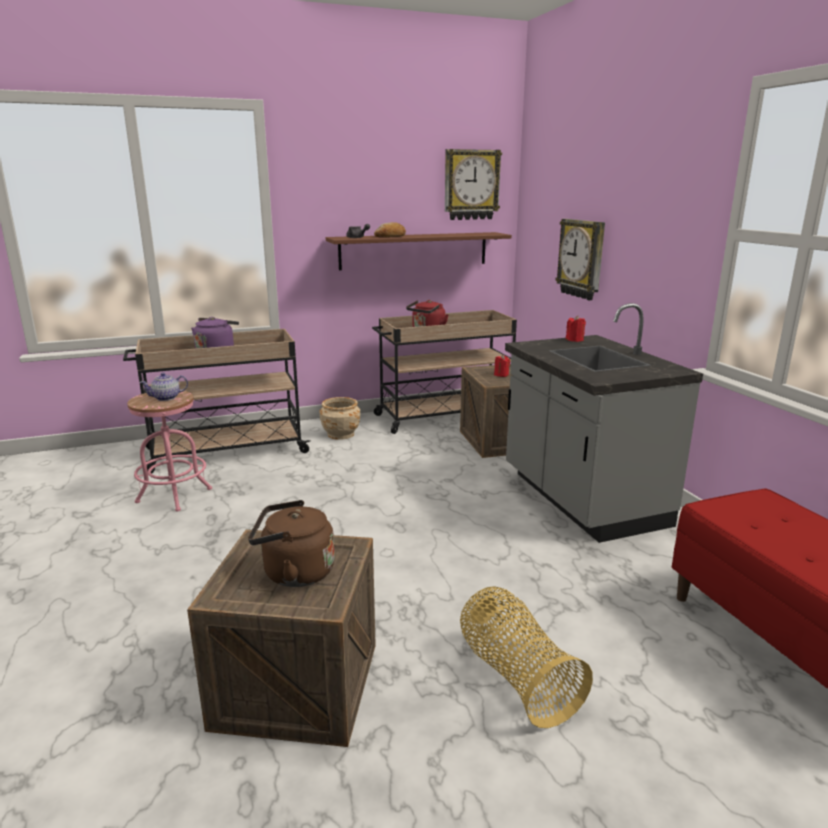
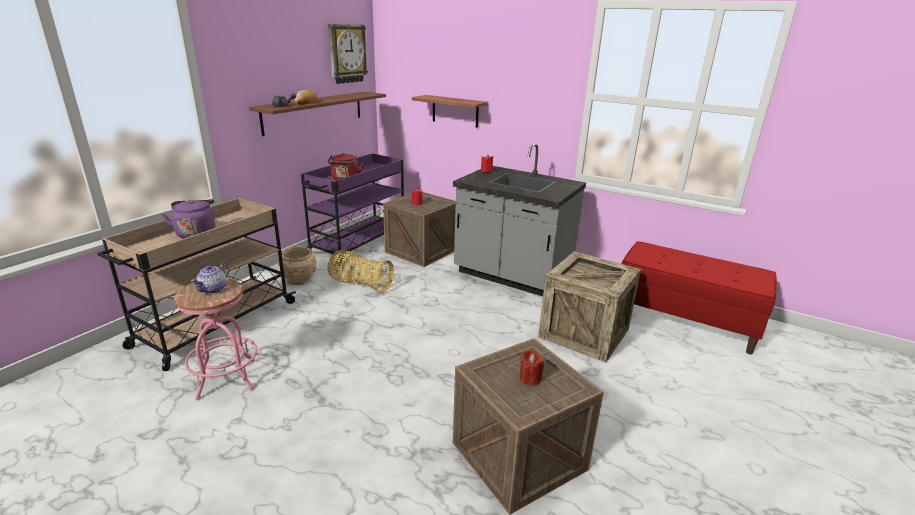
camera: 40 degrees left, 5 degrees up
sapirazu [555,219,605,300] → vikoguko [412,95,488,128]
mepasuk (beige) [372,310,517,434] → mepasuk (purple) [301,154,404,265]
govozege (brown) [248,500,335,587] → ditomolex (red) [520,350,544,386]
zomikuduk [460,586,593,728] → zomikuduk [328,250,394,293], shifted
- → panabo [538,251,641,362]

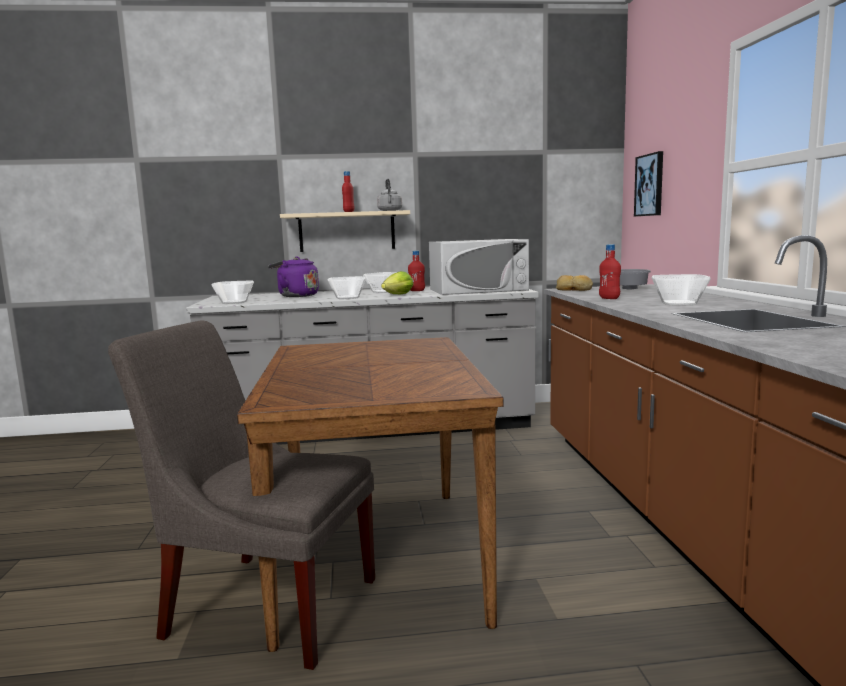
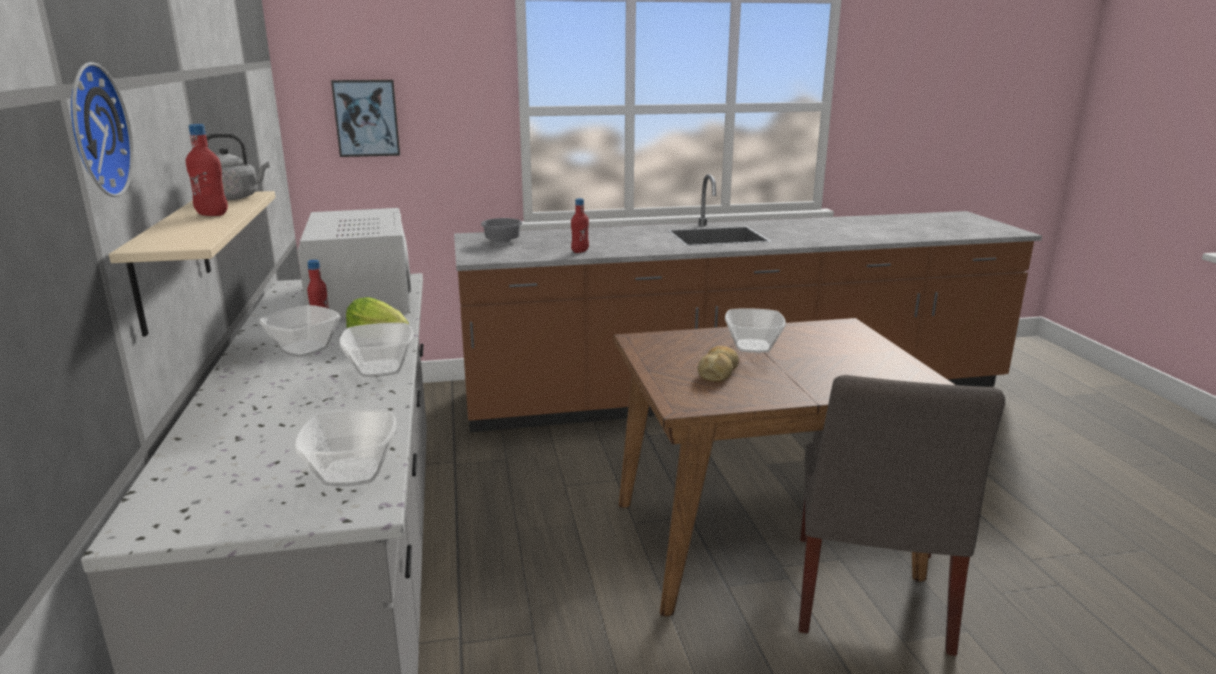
camera: 95 degrees left, 10 degrees up
govozege (purple) [268,257,319,297] → -
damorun [652,274,711,305] → damorun [725,308,786,353], shifted
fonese [556,275,593,291] → fonese [698,346,739,382], shifted
- → sapirazu [71,62,134,197]

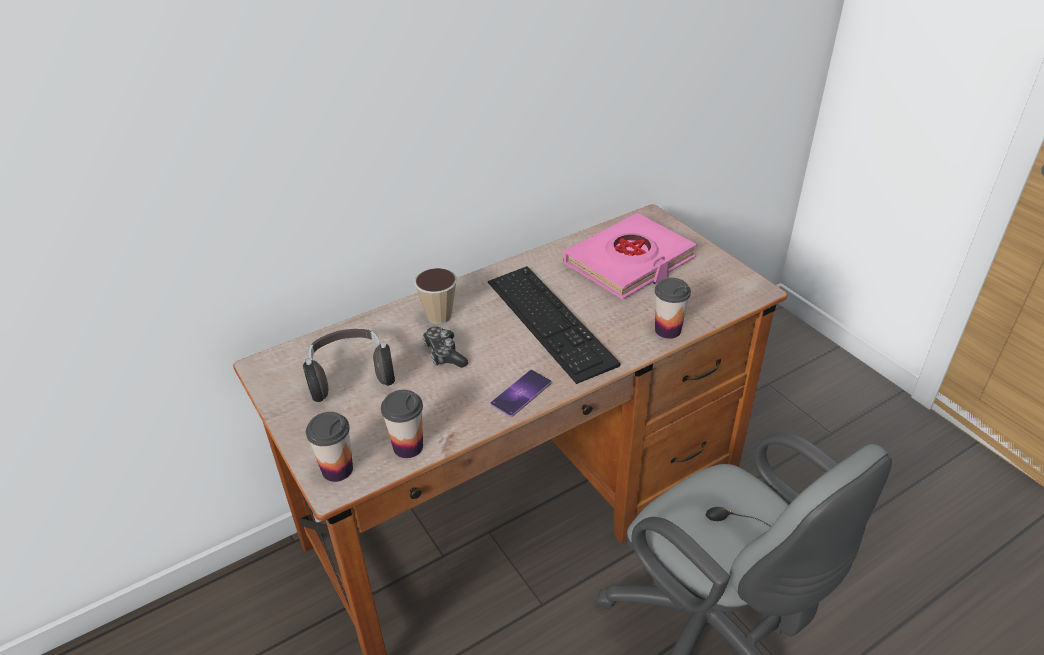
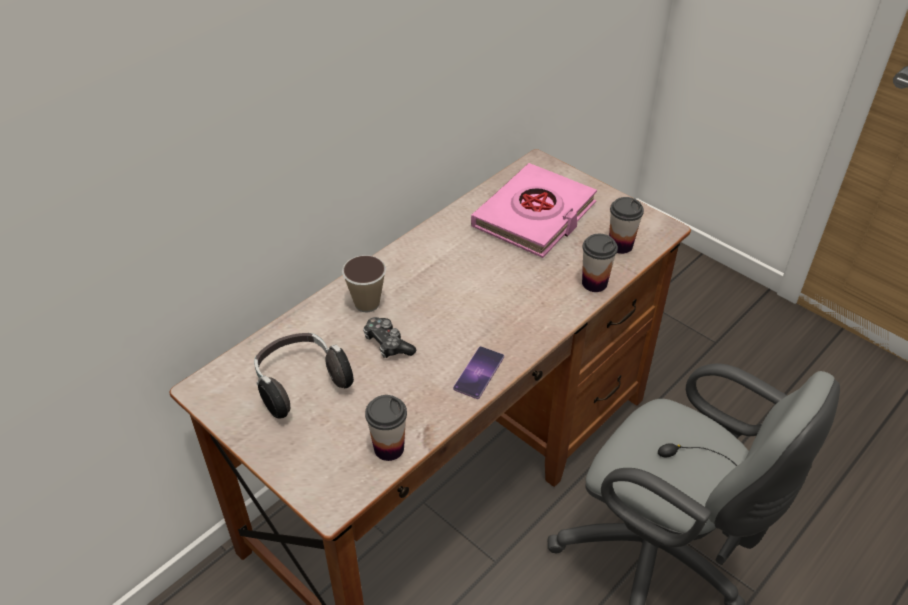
camera: 15 degrees left, 5 degrees up
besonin [488,266,620,384] → -
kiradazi [306,412,353,482] → kiradazi [609,197,644,254], shifted

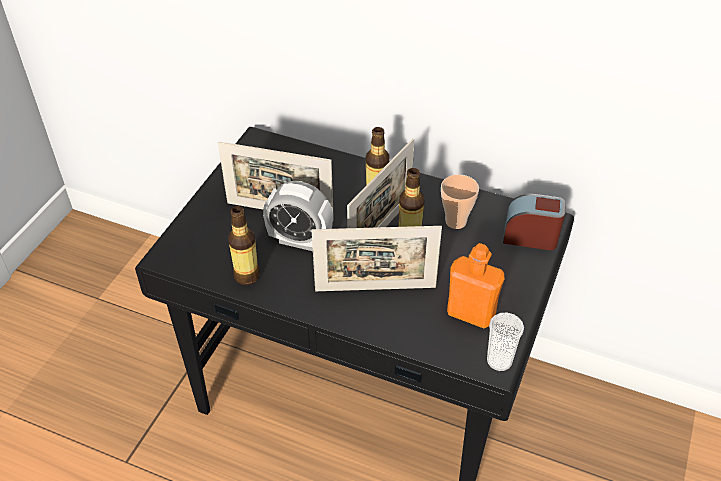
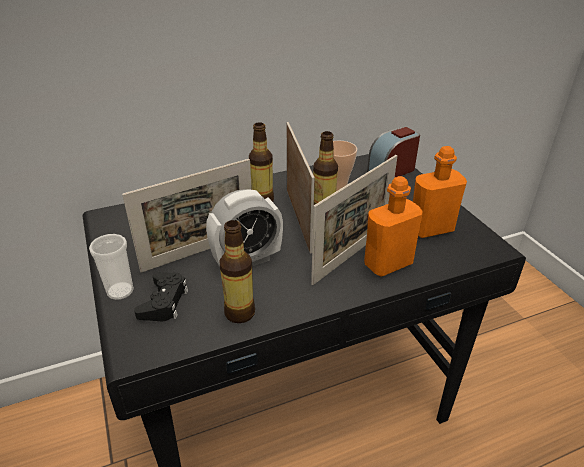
camera: 45 degrees left, 10 degrees down
kiradazi [487,312,524,371] → kiradazi [89,234,134,300], shifted
- → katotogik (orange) [364,176,423,276]
- → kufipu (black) [134,272,188,321]

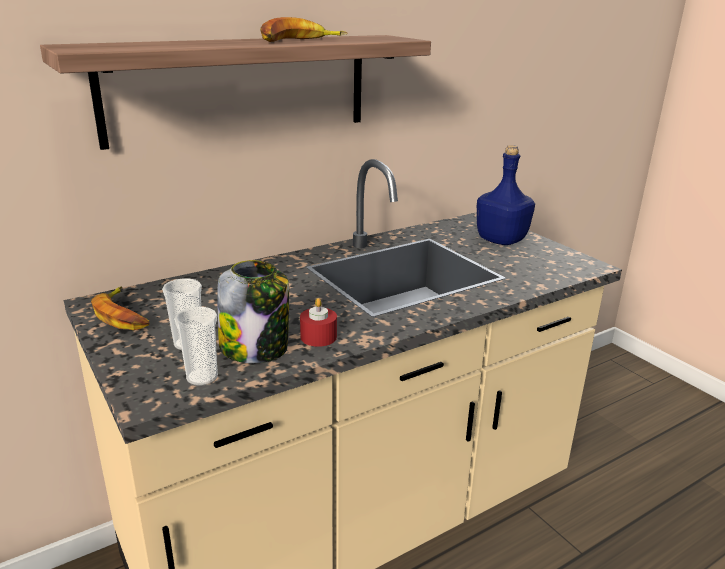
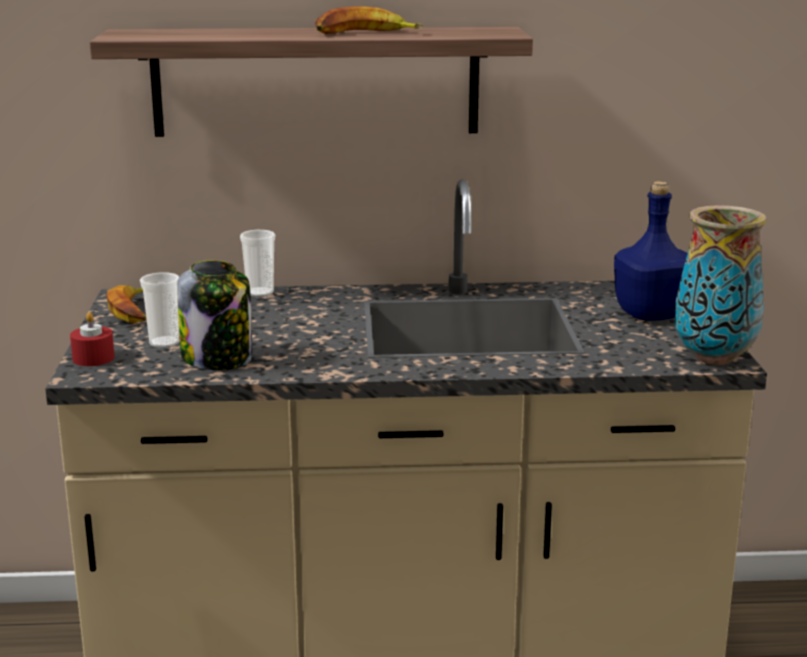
camera: 30 degrees right, 5 degrees down
ditomolex (red) [300,298,337,347] → ditomolex (red) [70,312,115,366], shifted
kiradazi [174,307,218,386] → kiradazi [240,230,275,297], shifted
- → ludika [674,205,767,365]

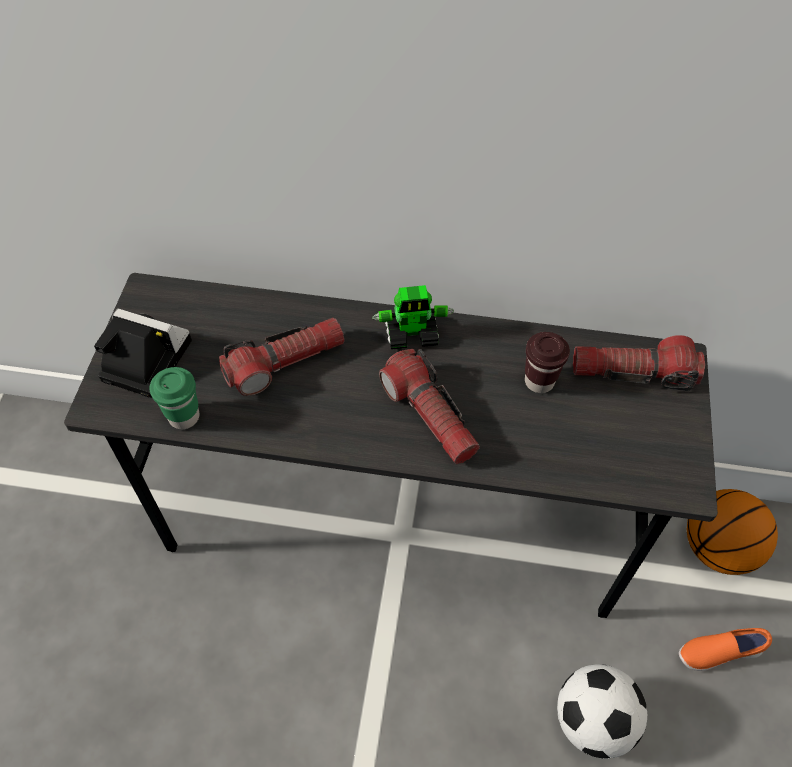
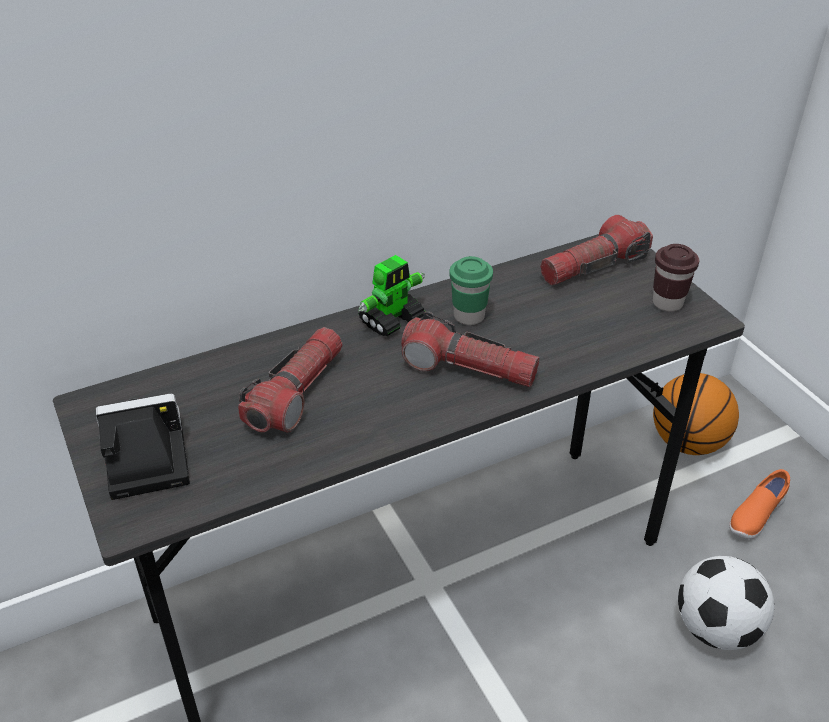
camera: 35 degrees left, 15 degrees down
kiradazi (brown) [525,332,570,393] → kiradazi (brown) [653,244,699,312], shifted
kiradazi (green) [150,367,199,429] → kiradazi (green) [449,256,493,325], shifted

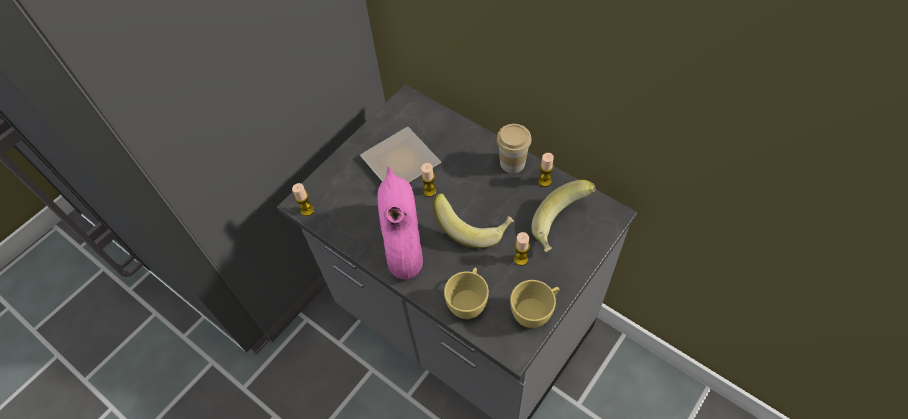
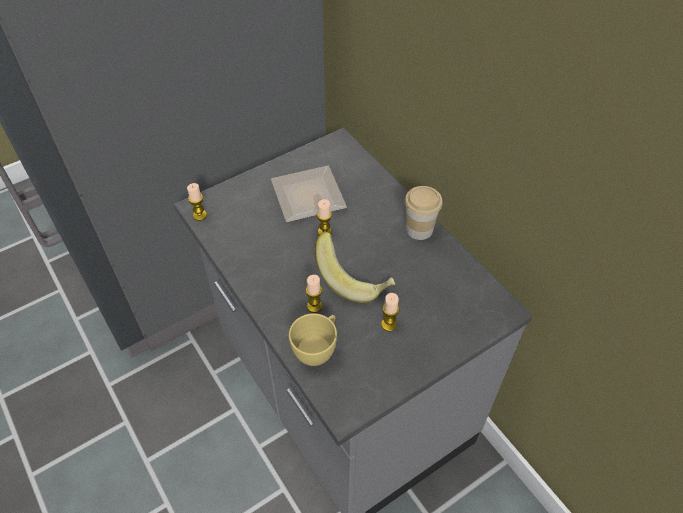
camera: 15 degrees right, 5 degrees down
ditomolex [538,153,554,187] → ditomolex [306,275,323,313], shifted
ludika (pink) [377,166,423,280] → -
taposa [531,180,596,253] → -
kiradazi (yellow) [510,280,560,328] → -

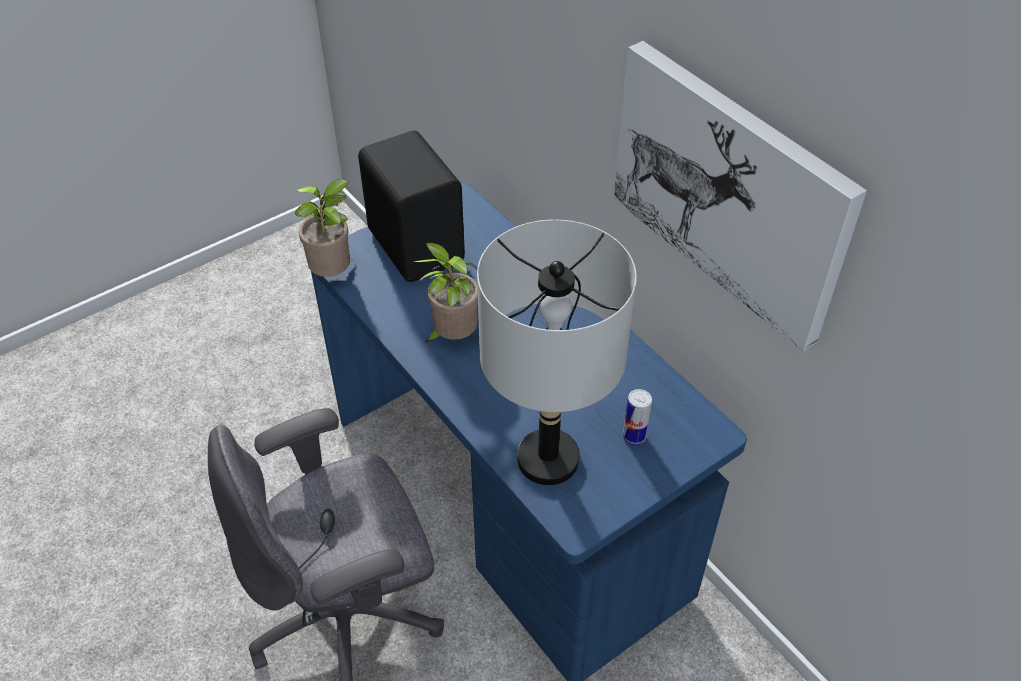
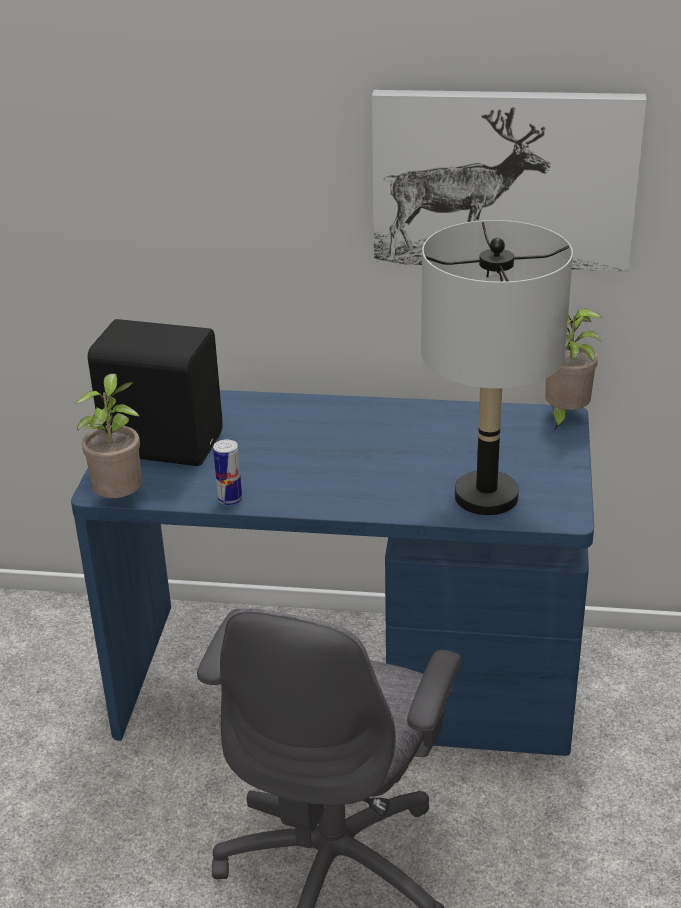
camera: 45 degrees left, 15 degrees down
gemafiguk [413,243,478,343] → gemafiguk [545,308,602,431], shifted
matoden [623,389,652,445] → matoden [213,440,242,505], shifted

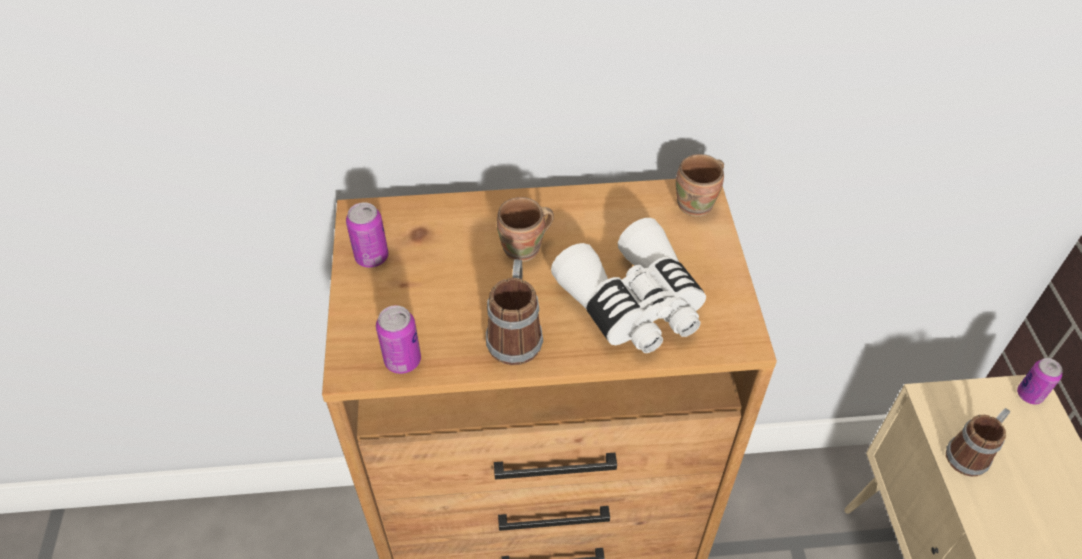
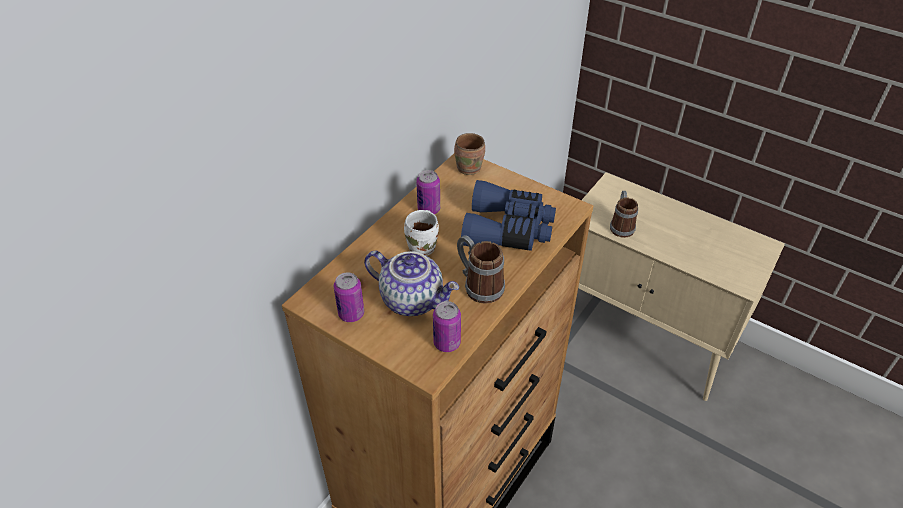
camera: 50 degrees left, 5 degrees down
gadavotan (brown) [497,197,554,262] → gadavotan (white) [404,210,439,256]
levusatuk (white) [551,218,706,353] → levusatuk (blue) [461,180,556,251]
matoden [1017,358,1063,405] → matoden [416,170,440,214], shifted
- → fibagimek [364,250,459,316]

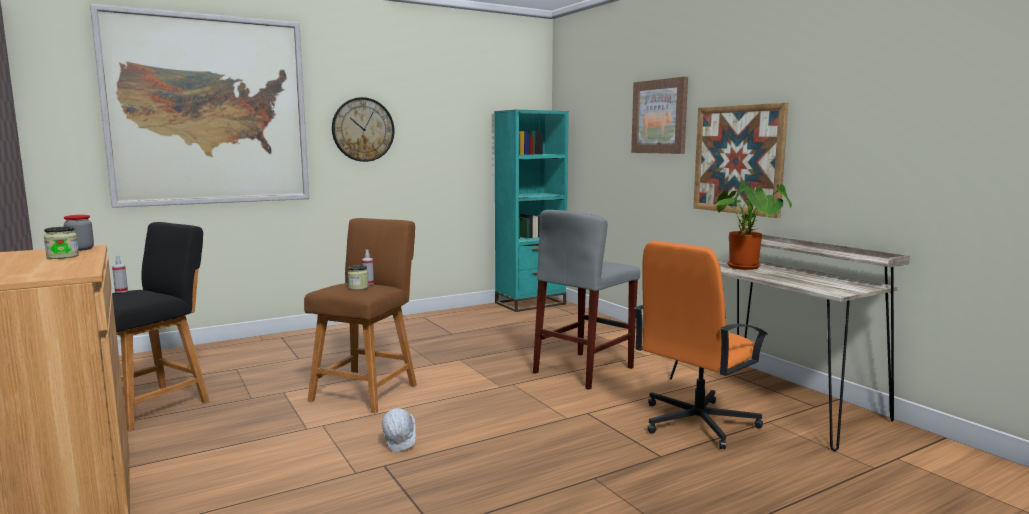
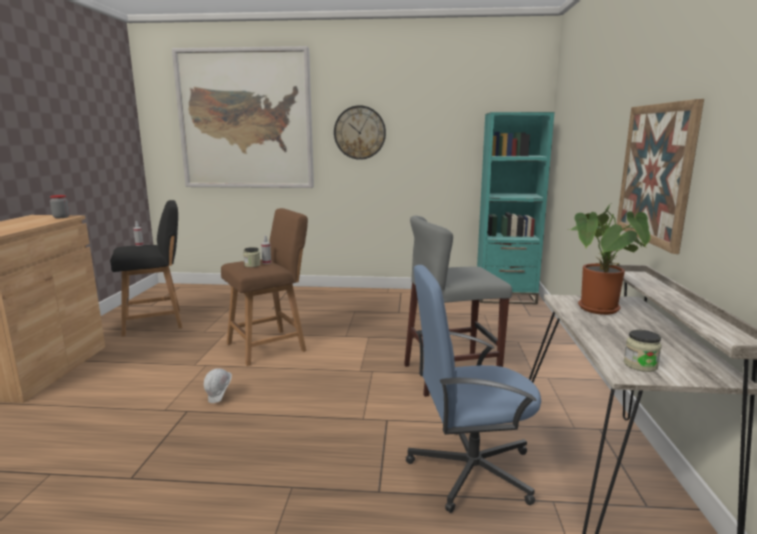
camera: 35 degrees right, 5 degrees up
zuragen [631,77,688,154] → -
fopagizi [44,227,79,259] → fopagizi [624,330,662,372], shifted
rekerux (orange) [634,241,768,449] → rekerux (blue) [406,265,541,513]

